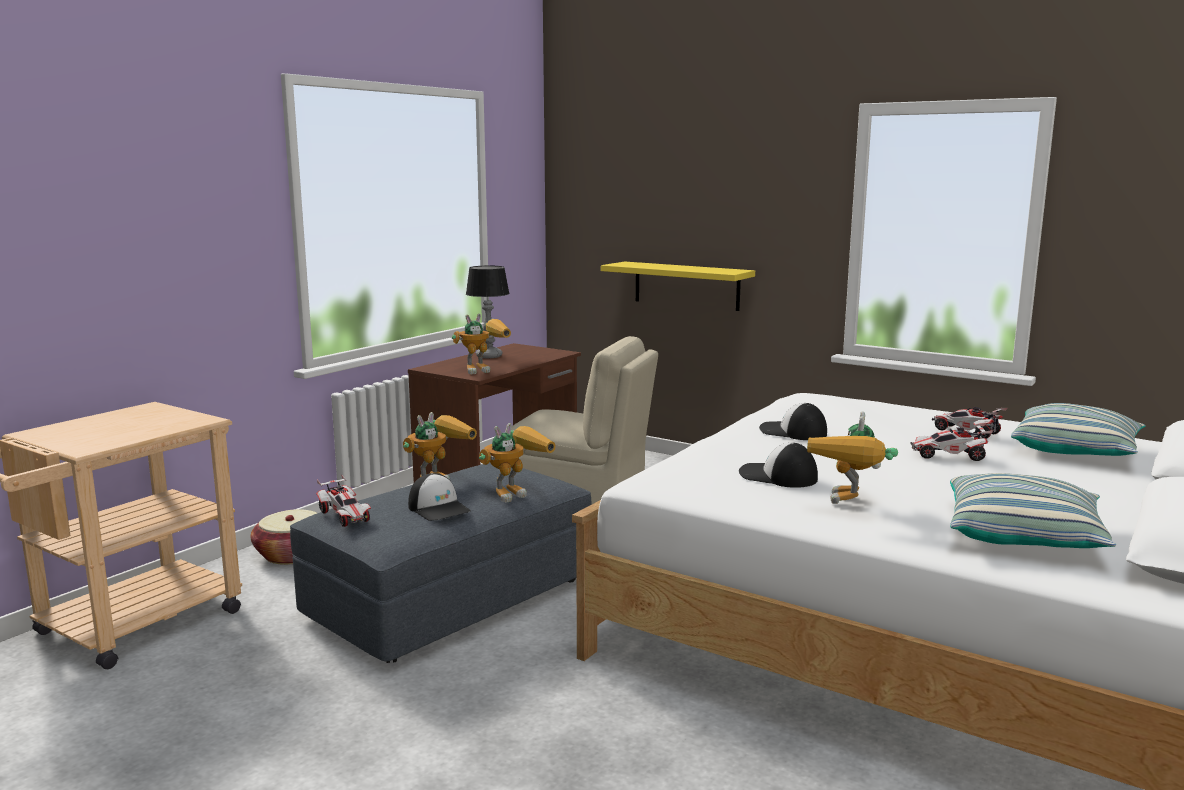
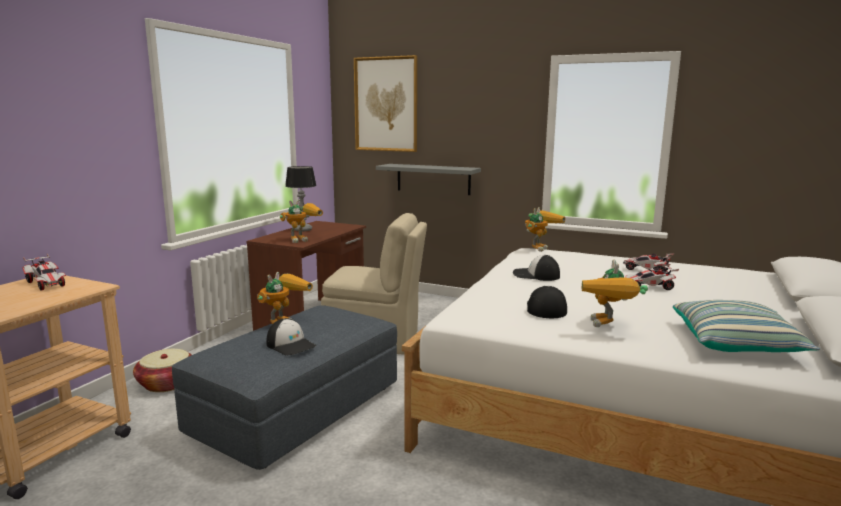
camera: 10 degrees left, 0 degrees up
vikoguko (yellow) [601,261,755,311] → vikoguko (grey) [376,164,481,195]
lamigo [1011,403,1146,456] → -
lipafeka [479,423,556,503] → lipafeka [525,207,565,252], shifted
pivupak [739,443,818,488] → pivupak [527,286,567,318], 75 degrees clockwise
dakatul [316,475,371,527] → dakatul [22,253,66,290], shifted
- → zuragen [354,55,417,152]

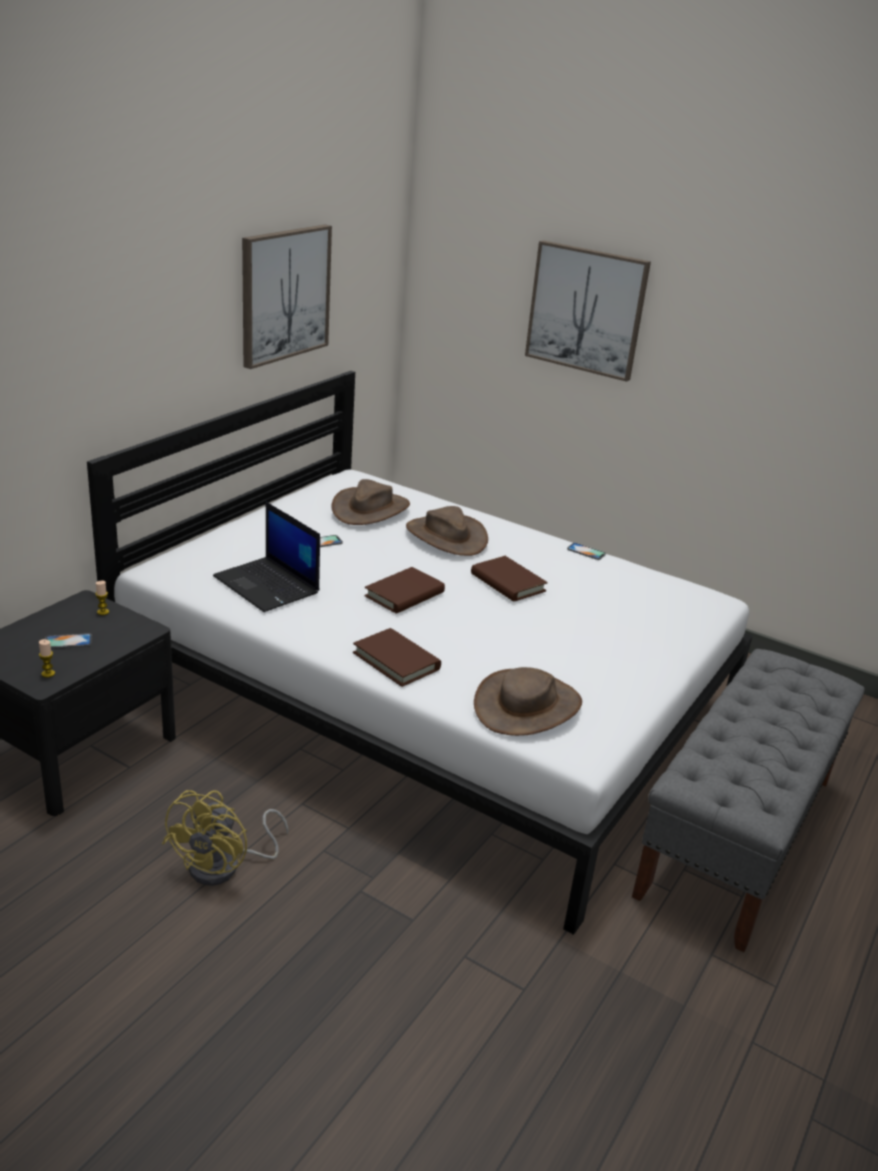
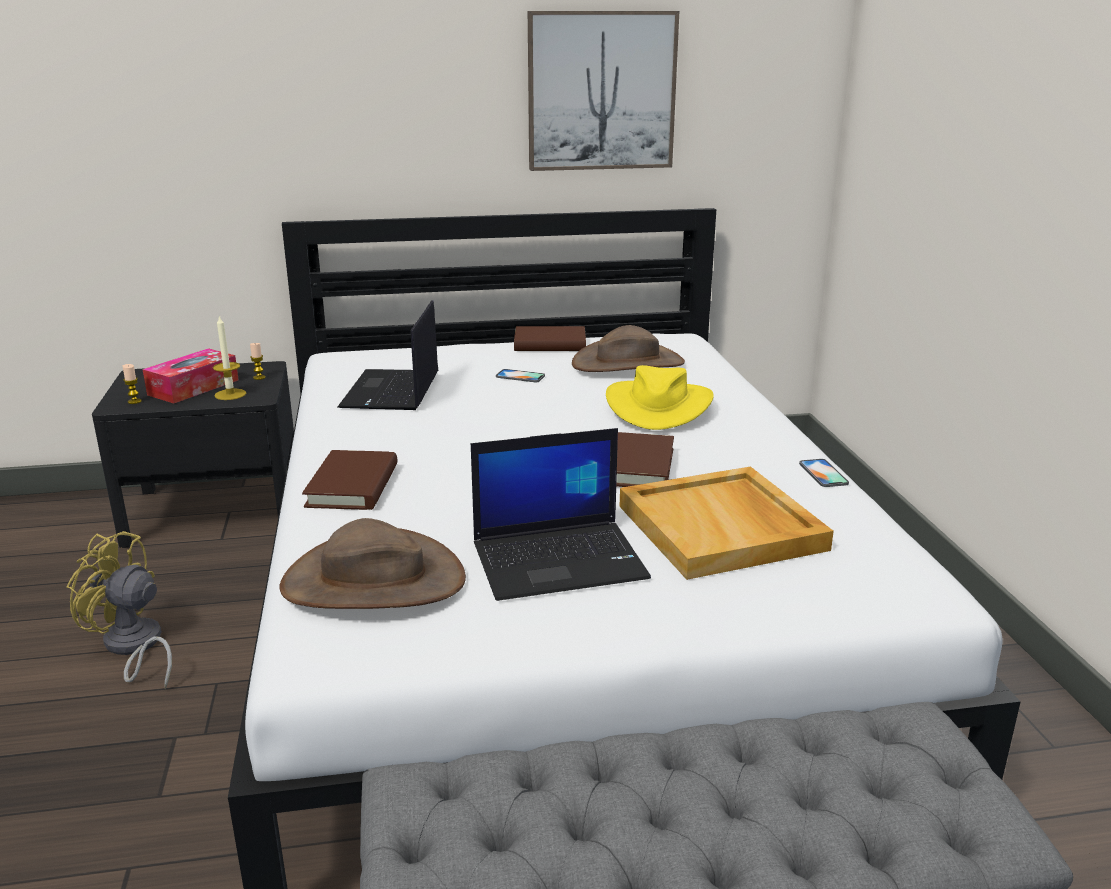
camera: 50 degrees right, 5 degrees down
zuragen [525,240,651,382] → -
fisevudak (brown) [406,506,488,556] → fisevudak (yellow) [606,365,714,430]
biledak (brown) [364,567,445,614] → biledak (brown) [514,326,586,351], shifted
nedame [45,633,92,649] → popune [142,348,239,403]
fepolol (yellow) [162,790,289,886] → fepolol (yellow) [66,531,172,689], 45 degrees clockwise
- → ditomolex [213,315,246,400]
- → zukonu [471,428,651,601]
- → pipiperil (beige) [619,466,834,580]

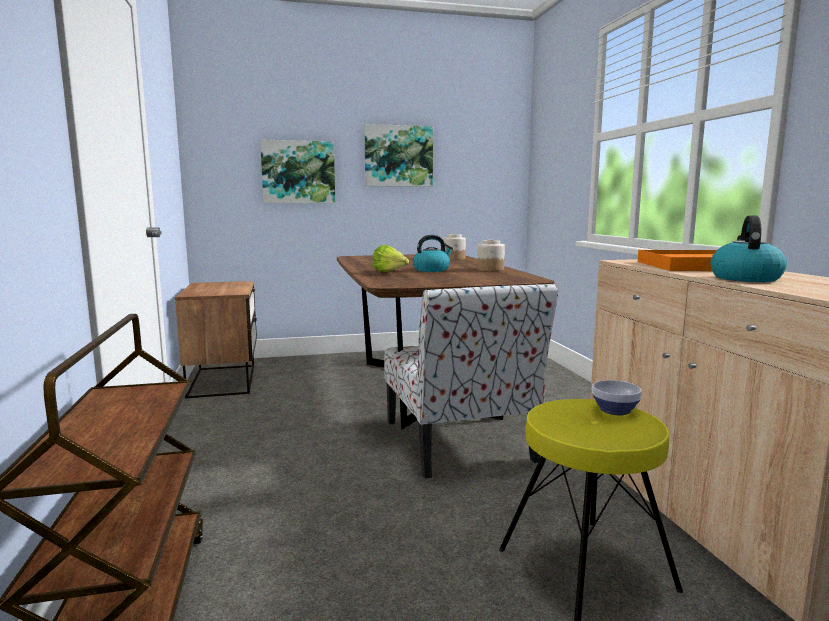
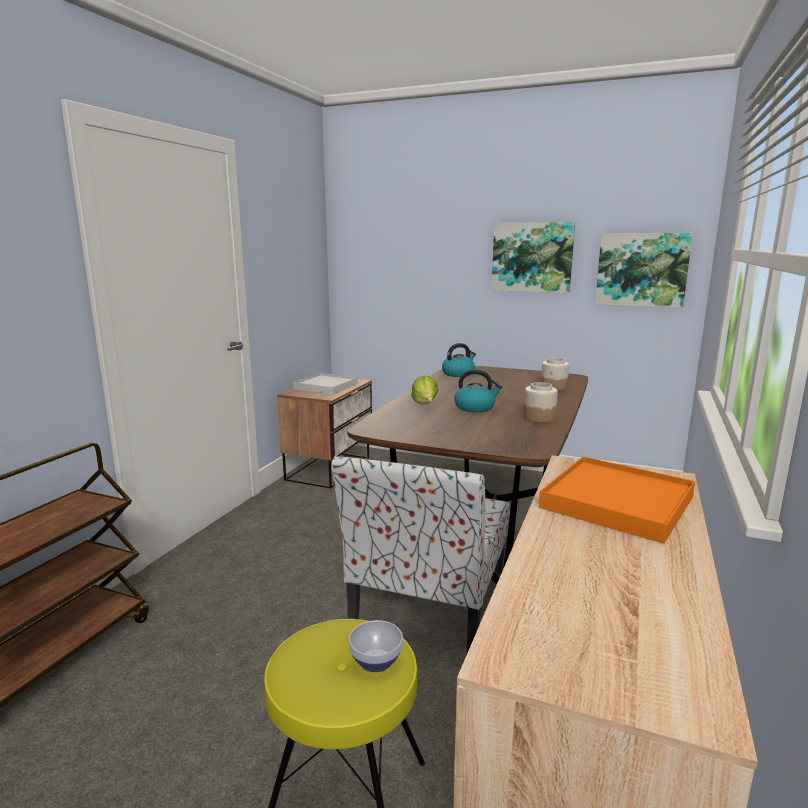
camera: 35 degrees right, 5 degrees up
zuragen [260,140,335,203] → zuragen [595,233,693,308], shifted
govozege [711,215,787,282] → govozege [442,343,476,377], shifted
- → pipiperil (white) [293,373,358,395]

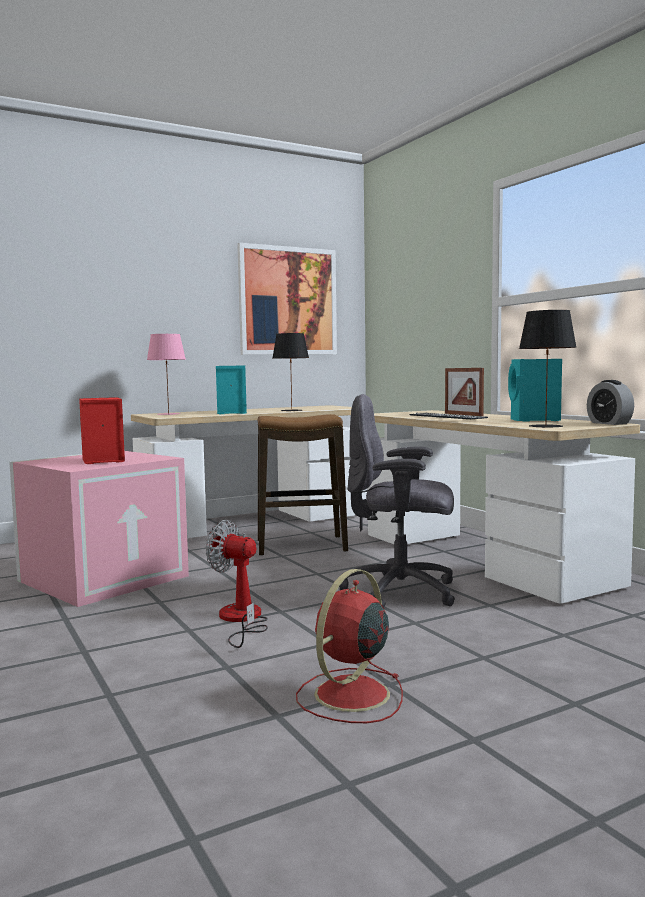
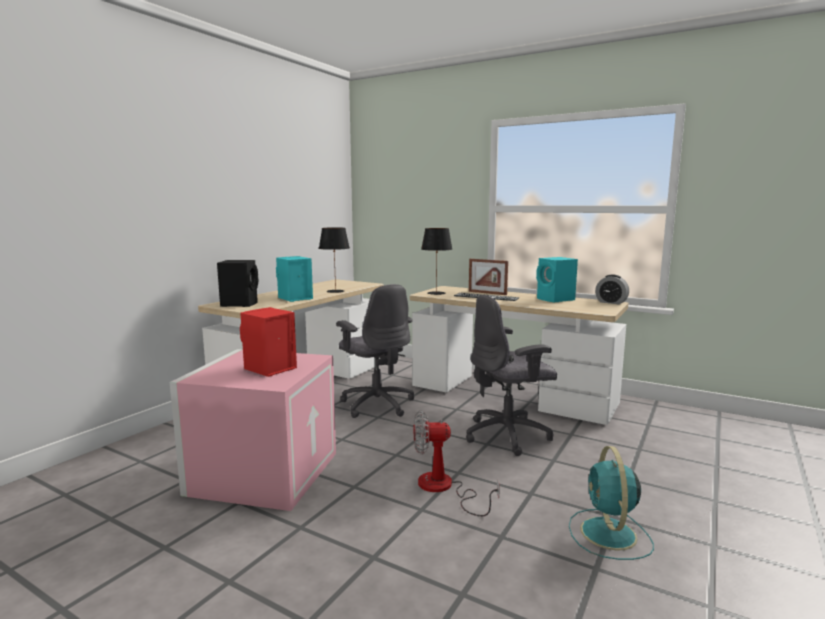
camera: 30 degrees left, 5 degrees up
zuragen [237,243,337,355] → -
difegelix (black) [519,310,576,428] → difegelix (black) [421,228,452,295], shifted
difegelix (pink) [147,334,186,415] → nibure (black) [217,260,258,307]
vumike [257,414,348,556] → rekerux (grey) [336,284,414,418]
fepolol (red) [296,569,403,723] → fepolol (turquoise) [569,446,654,560]

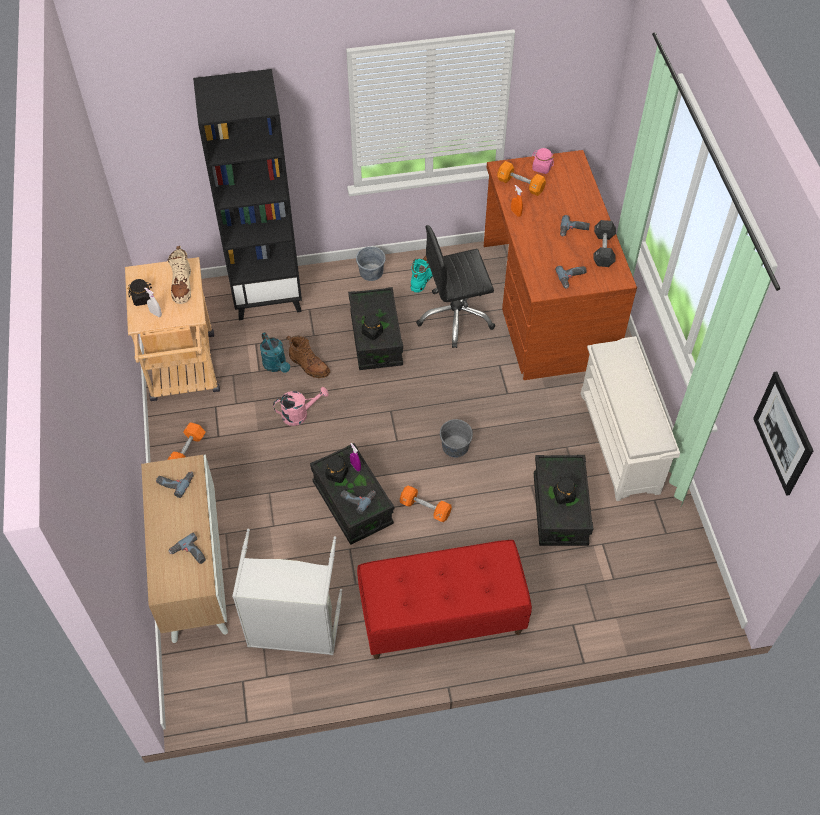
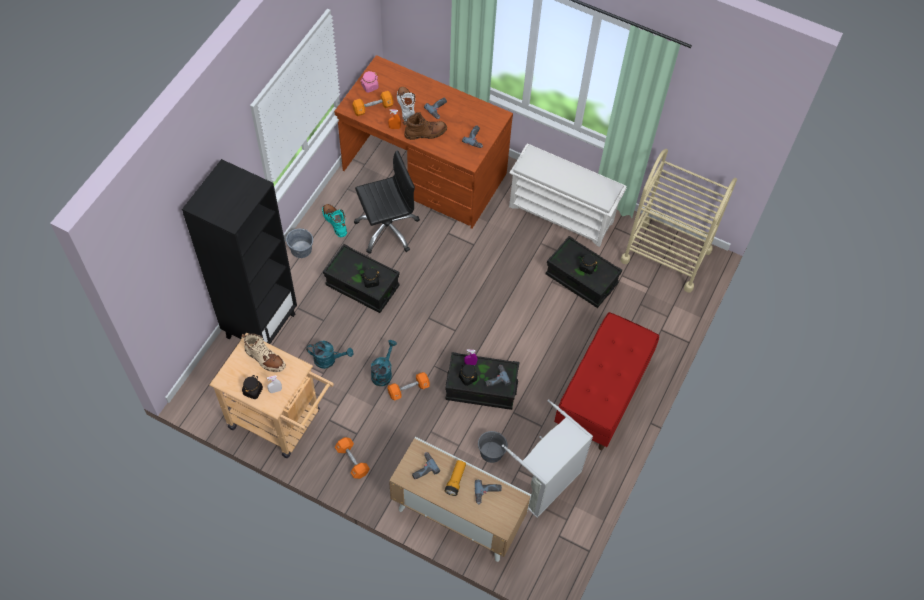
camera: 55 degrees left, 5 degrees up
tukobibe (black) [593,220,616,267] → -
rekerux (black) [416,225,495,348] → rekerux (black) [354,150,420,254], 135 degrees counterclockwise
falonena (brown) [286,335,330,378] → falonena (brown) [403,112,447,140], shifted
zuragen [753,371,813,496] → -
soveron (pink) [273,387,329,426] → soveron (turquoise) [371,340,397,386]
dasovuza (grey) [440,419,473,458] → dasovuza (grey) [478,431,508,463], shifted
tukobibe (orange) [400,485,452,522] → tukobibe (orange) [387,372,430,400], shifted
- → falonena (white) [397,87,415,121]
- → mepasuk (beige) [620,149,737,293]
- → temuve [445,460,466,496]

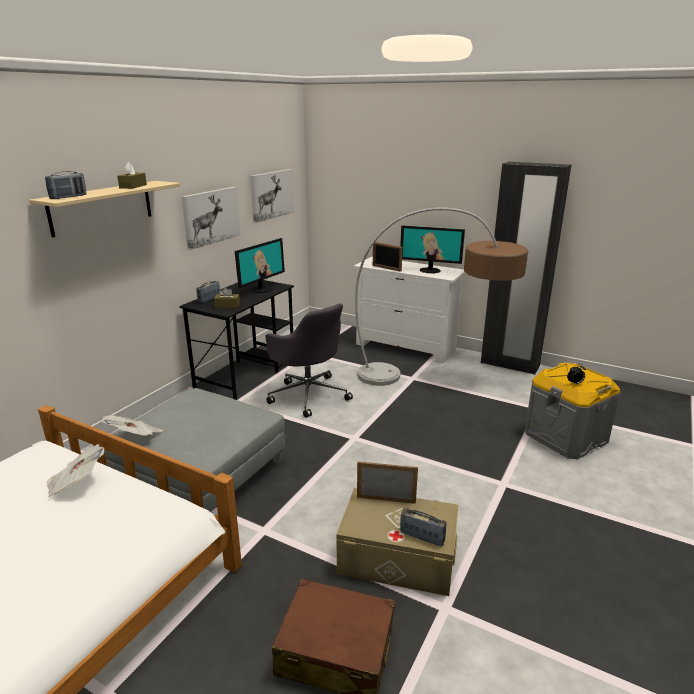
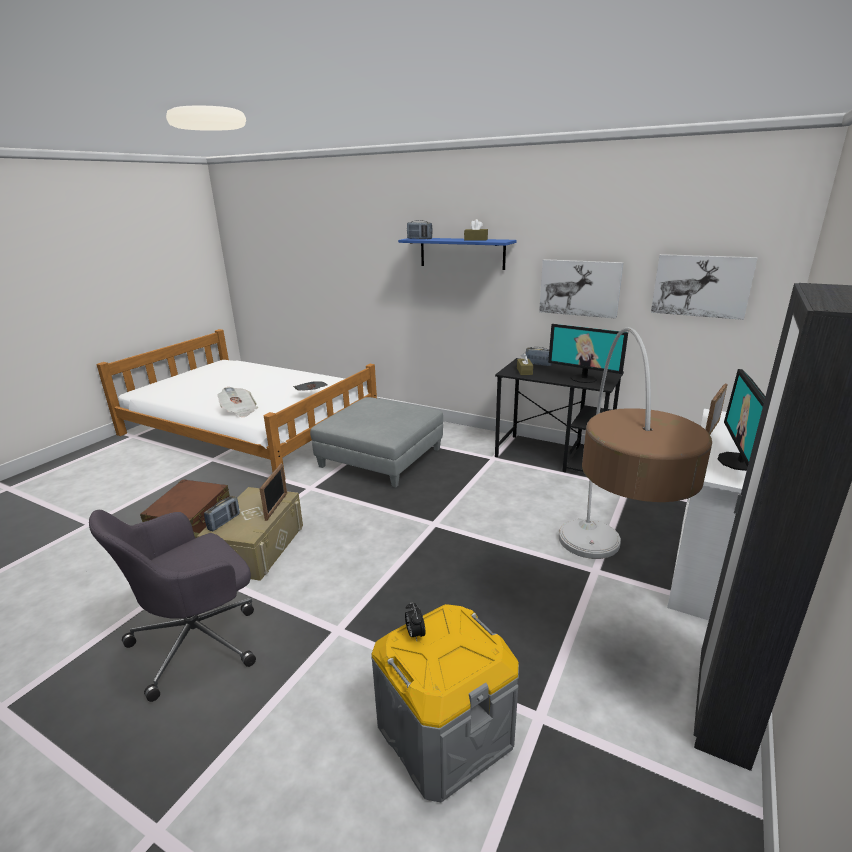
camera: 90 degrees right, 0 degrees up
vikoguko (beige) [29,181,181,238] → vikoguko (blue) [398,238,517,270]
rekerux (grey) [265,303,353,418] → rekerux (grey) [89,510,256,702], shifted
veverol [101,415,163,436] → veverol [217,387,258,417], shifted

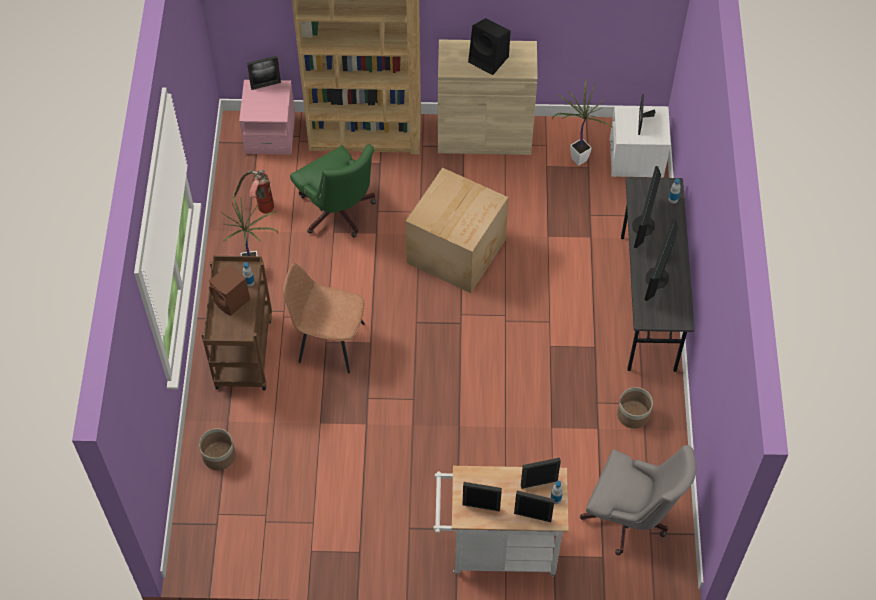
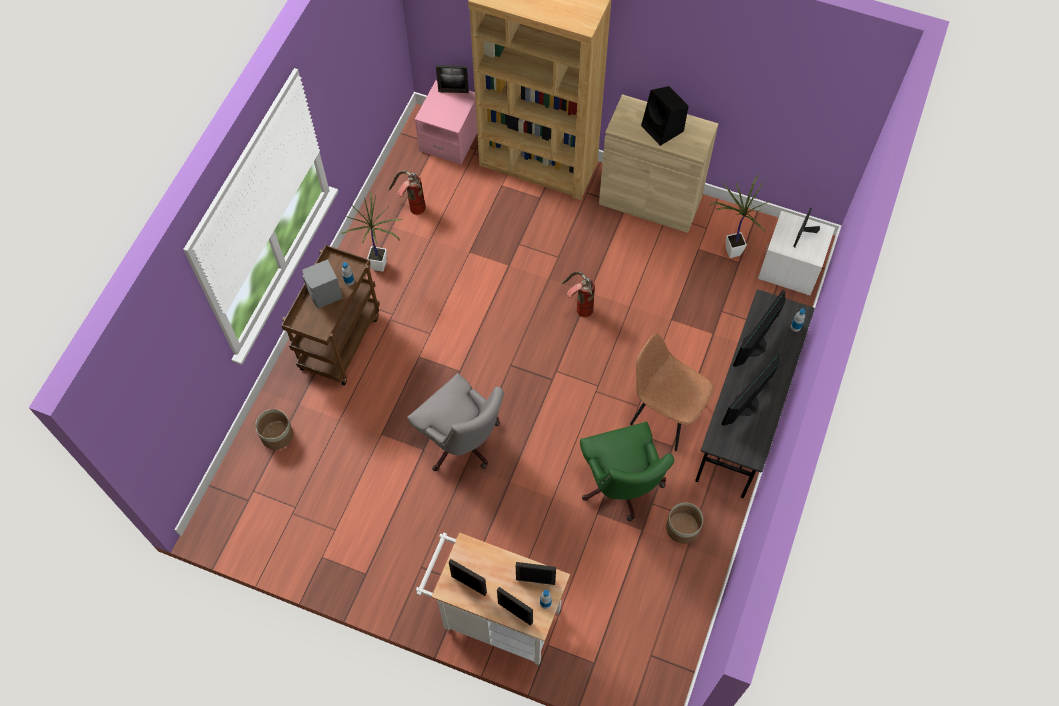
camera: 20 degrees right, 5 degrees up
rekerux (green) [290,144,376,237] → rekerux (green) [580,421,674,521], shifted
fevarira [405,168,509,293] → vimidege [561,271,595,317]
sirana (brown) [283,263,365,373] → sirana (brown) [630,333,714,451], shifted
nibure (brown) [209,264,250,316] → nibure (grey) [302,259,343,309]
rekerux (grey) [580,445,696,555] → rekerux (grey) [407,373,504,471], shifted

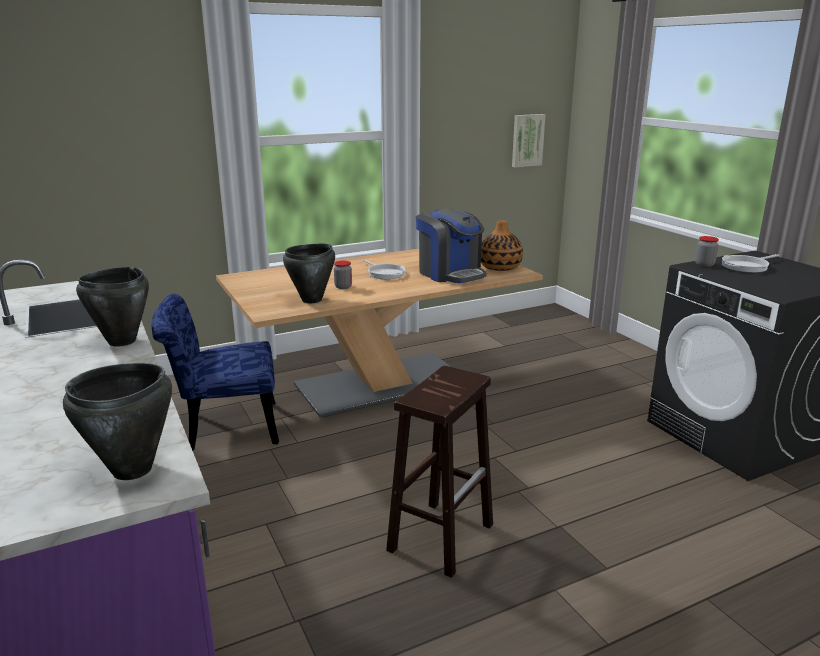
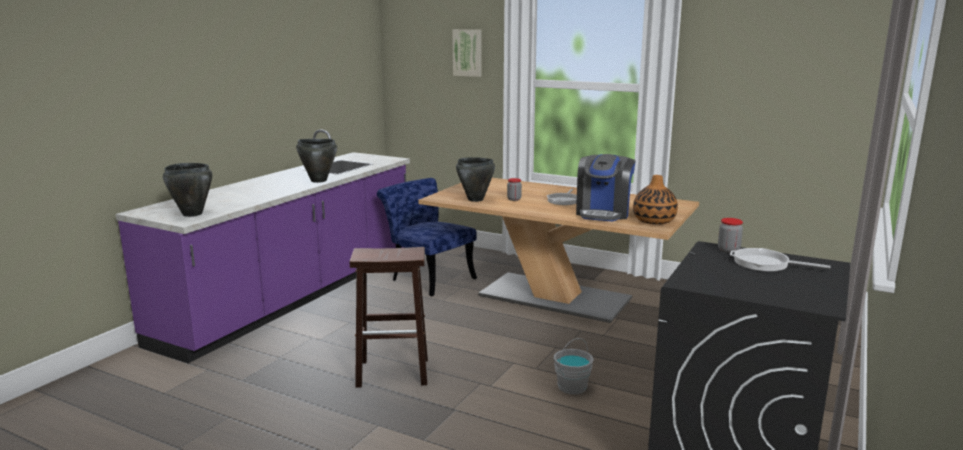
camera: 55 degrees right, 5 degrees down
zuragen [512,114,546,167] → zuragen [452,29,482,77], shifted
- → dasovuza (grey) [554,338,594,394]

